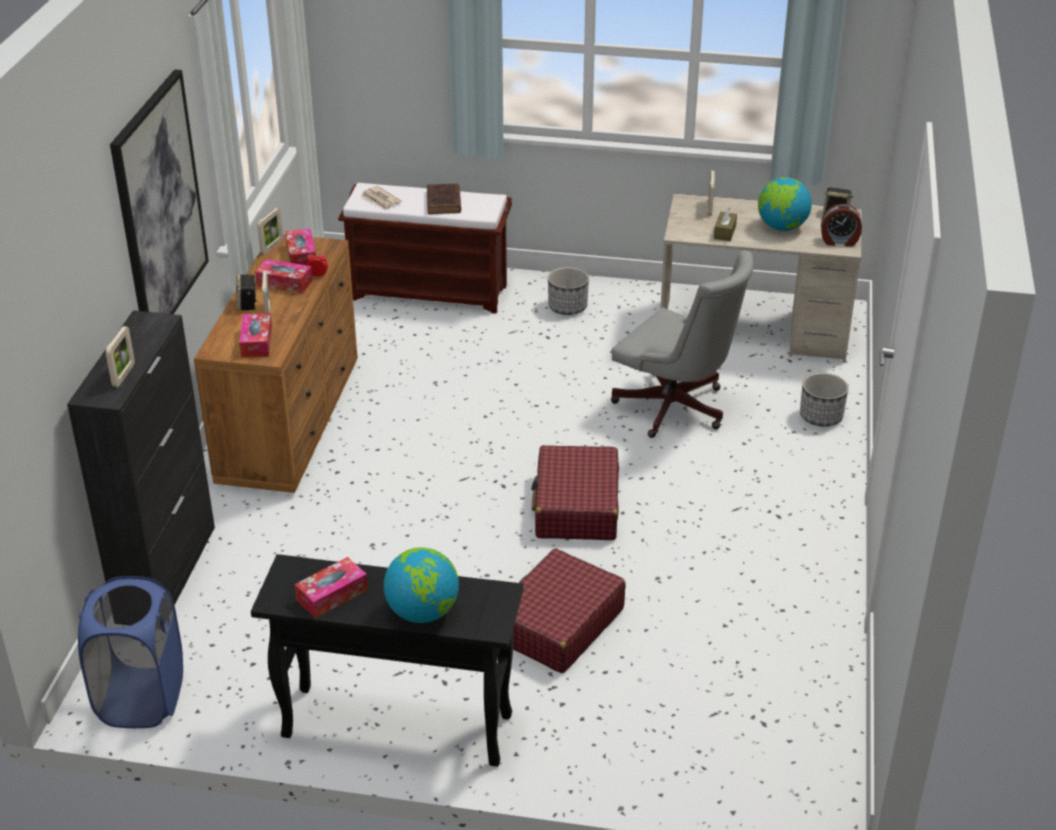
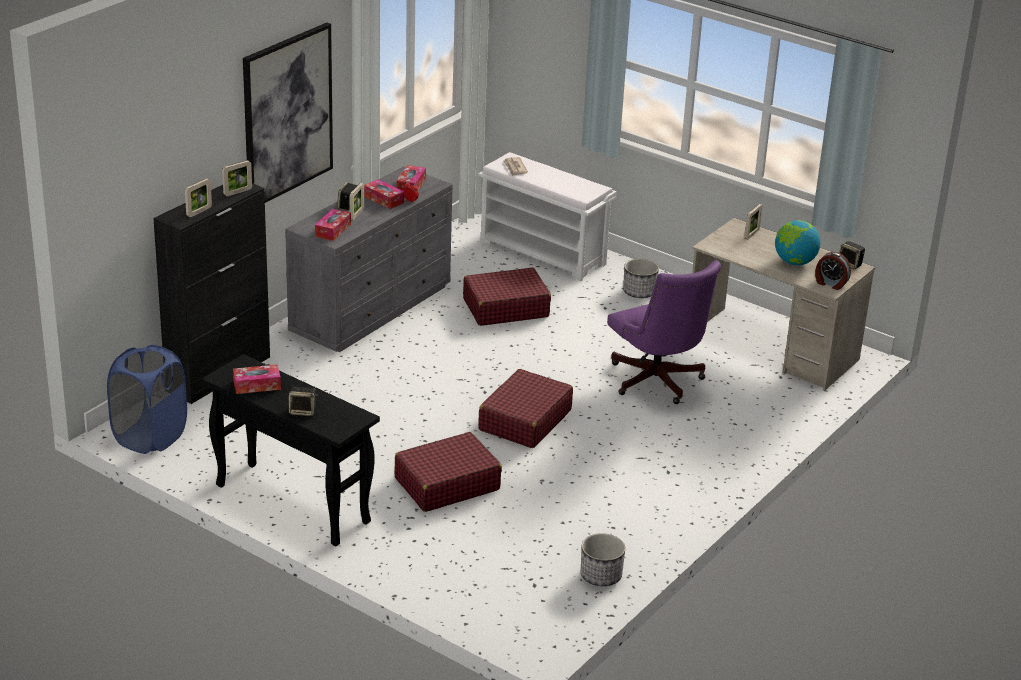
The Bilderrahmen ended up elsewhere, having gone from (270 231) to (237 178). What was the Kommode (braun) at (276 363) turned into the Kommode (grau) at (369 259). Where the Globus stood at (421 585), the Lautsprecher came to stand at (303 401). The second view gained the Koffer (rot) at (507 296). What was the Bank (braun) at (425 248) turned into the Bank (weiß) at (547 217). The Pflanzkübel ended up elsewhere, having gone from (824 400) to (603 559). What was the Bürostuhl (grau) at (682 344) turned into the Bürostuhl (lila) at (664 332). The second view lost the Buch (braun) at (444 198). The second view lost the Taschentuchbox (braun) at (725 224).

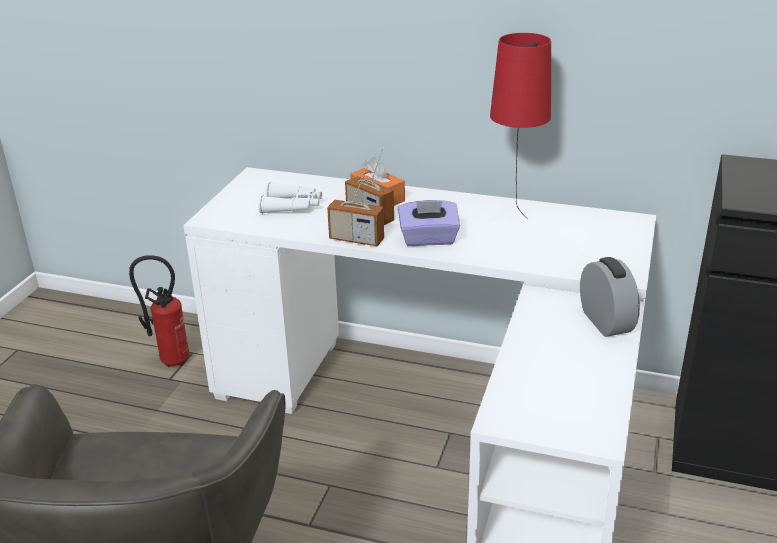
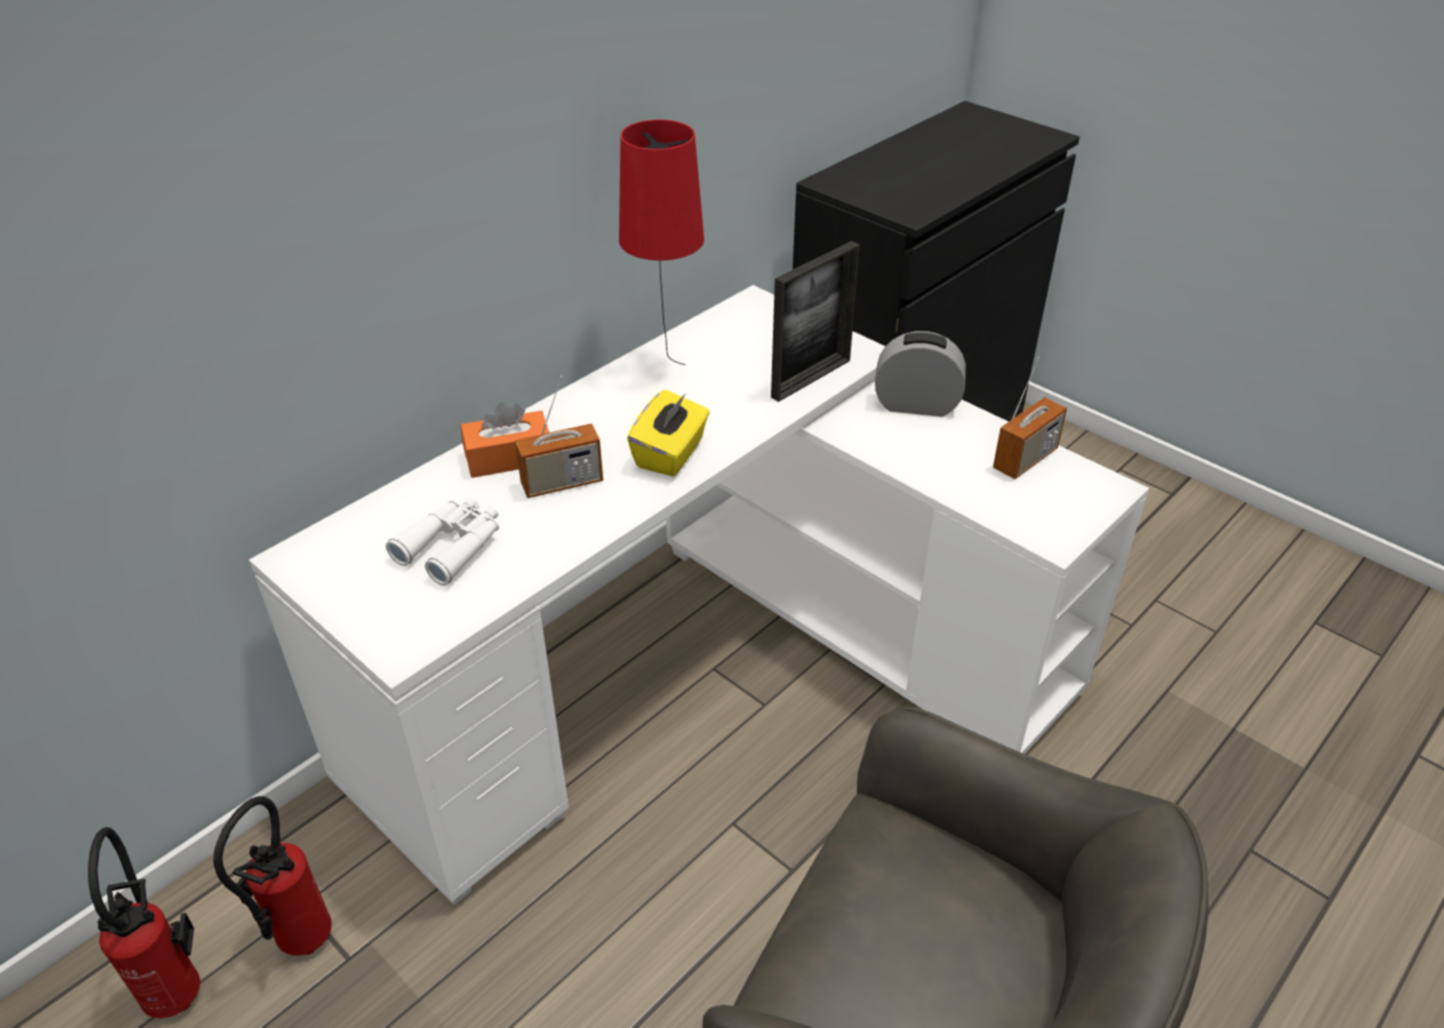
The second view gained the Feuerlöscher at (144 922). What was the Taschentuchbox (lila) at (429 223) turned into the Taschentuchbox (gelb) at (668 433). The second view gained the Bilderrahmen at (815 321). The Radio ended up elsewhere, having gone from (355 206) to (1030 417).

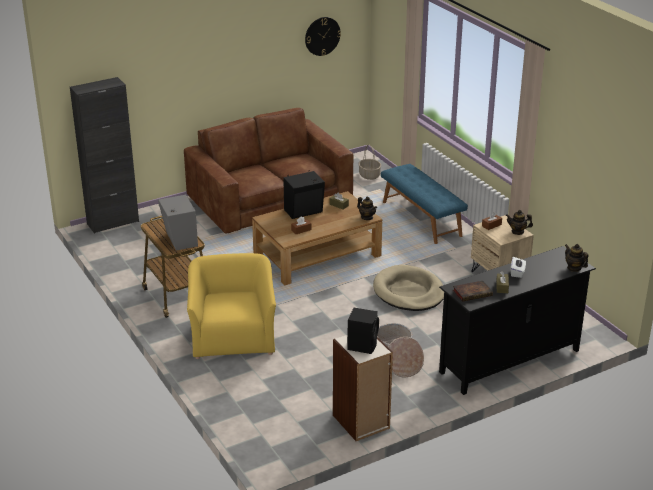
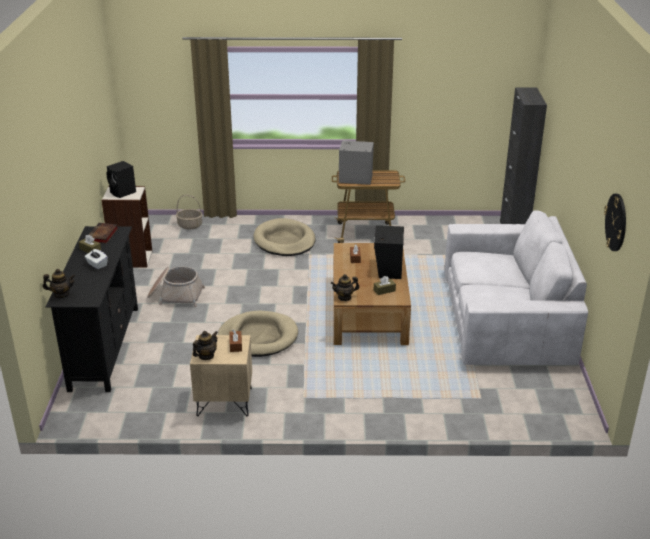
The Korb ended up elsewhere, having gone from (369 162) to (189 212). Where the Sessel (gelb) stood at (231 306), the Hundebett (beige) came to stand at (284 237). What was the Sofa (braun) at (268 171) turned into the Sofa (weiß) at (516 287). The second view lost the Bank (blau) at (424 204).

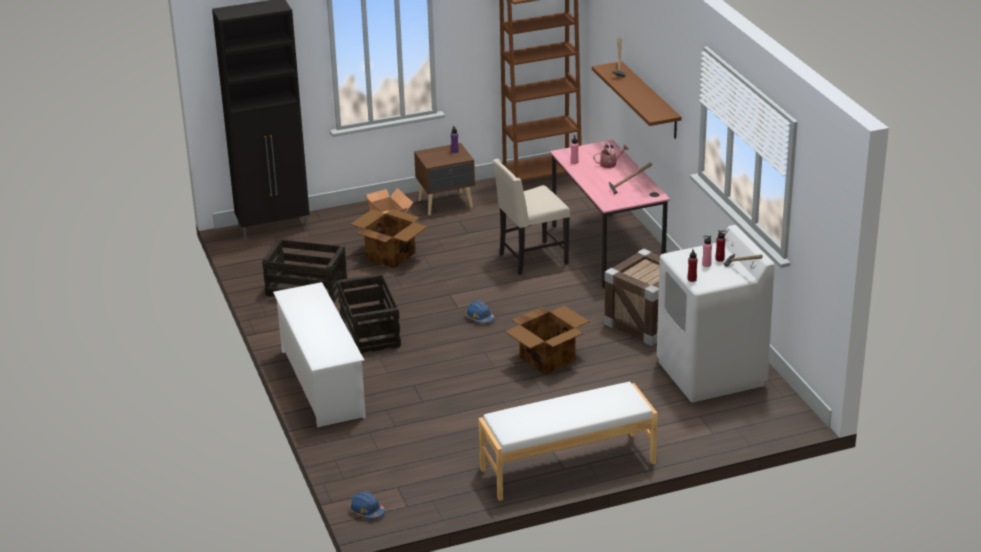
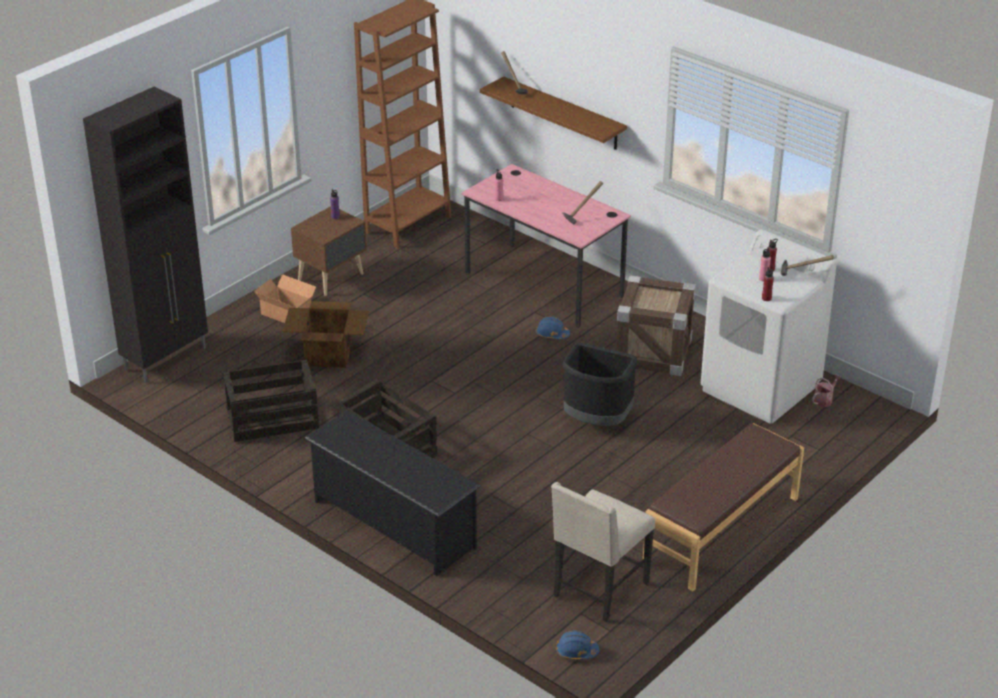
What was the Schuhregal (weiß) at (319 354) turned into the Schuhregal (schwarz) at (392 493). The Schutzhelm (blau) ended up elsewhere, having gone from (480 311) to (553 328). The Stuhl (beige) ended up elsewhere, having gone from (531 217) to (603 552). Where the Karton stood at (547 340), the Mülleimer (schwarz) came to stand at (600 384). What was the Bank (weiß) at (567 441) turned into the Bank (braun) at (723 507). The Gießkanne ended up elsewhere, having gone from (611 155) to (827 390).

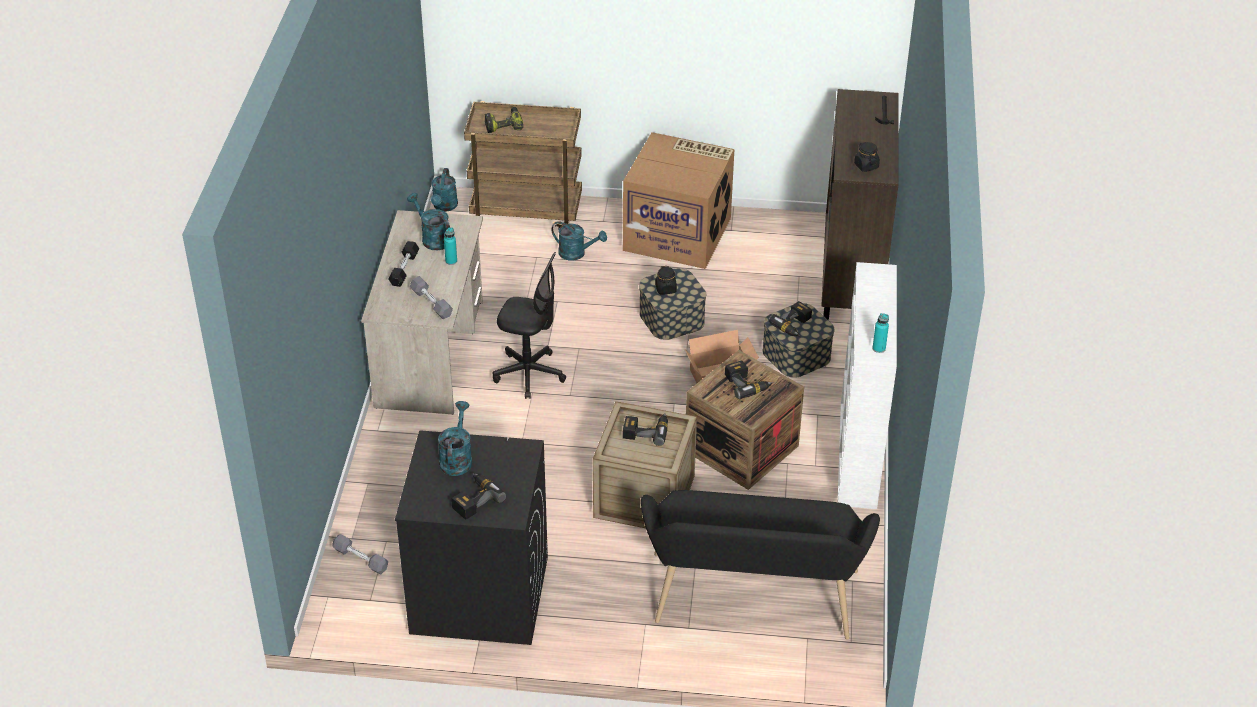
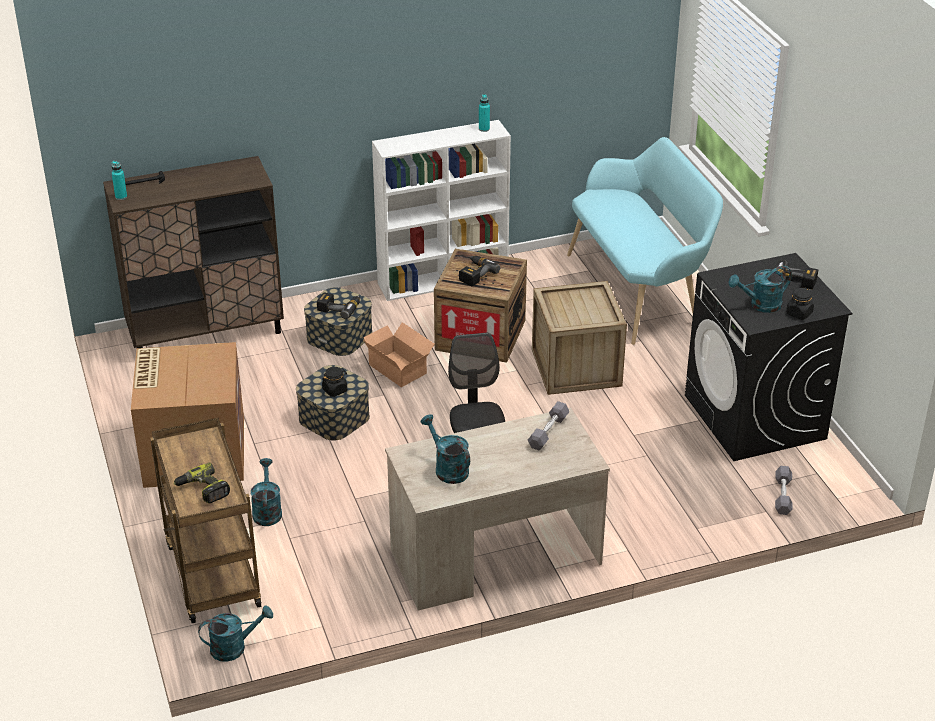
The Flasche (türkis) ended up elsewhere, having gone from (450 246) to (119 180). The Gießkanne (türkis) at (428 221) ended up facing another way, 120 degrees clockwise from before. What was the Bank (schwarz) at (760 565) turned into the Bank (türkis) at (645 241). The Vorratsglas (schwarz) ended up elsewhere, having gone from (867 157) to (800 303). The second view lost the Hantel (schwarz) at (403 264). The second view lost the Bohrmaschine at (645 429).

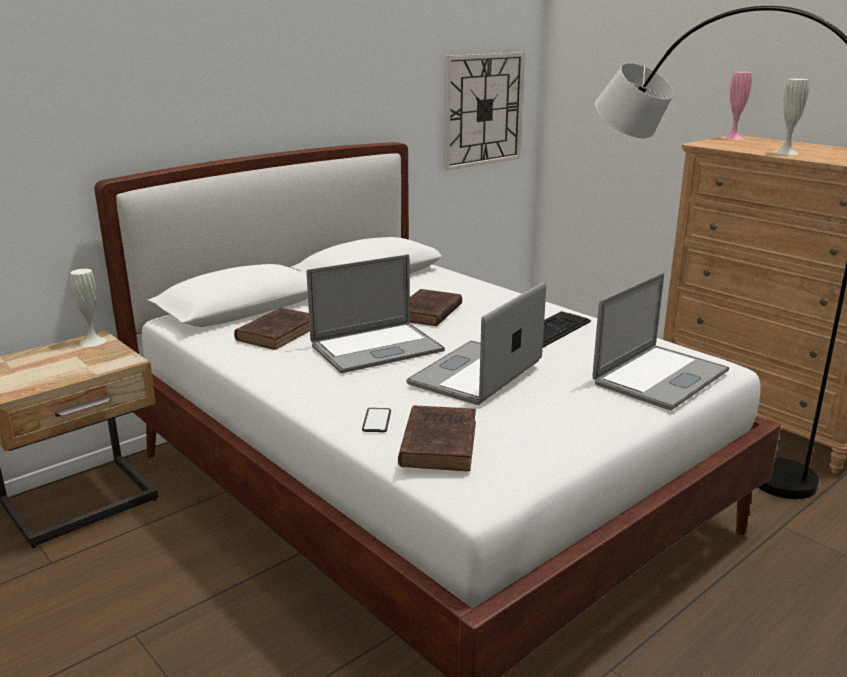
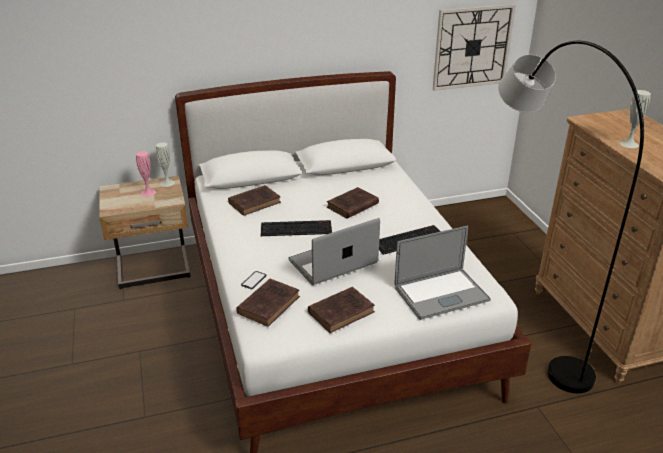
The Vase (rosa) ended up elsewhere, having gone from (737 106) to (146 174). Where the Laptop stood at (376 313), the Tastatur came to stand at (296 228). The second view gained the Buch (braun) at (341 310).

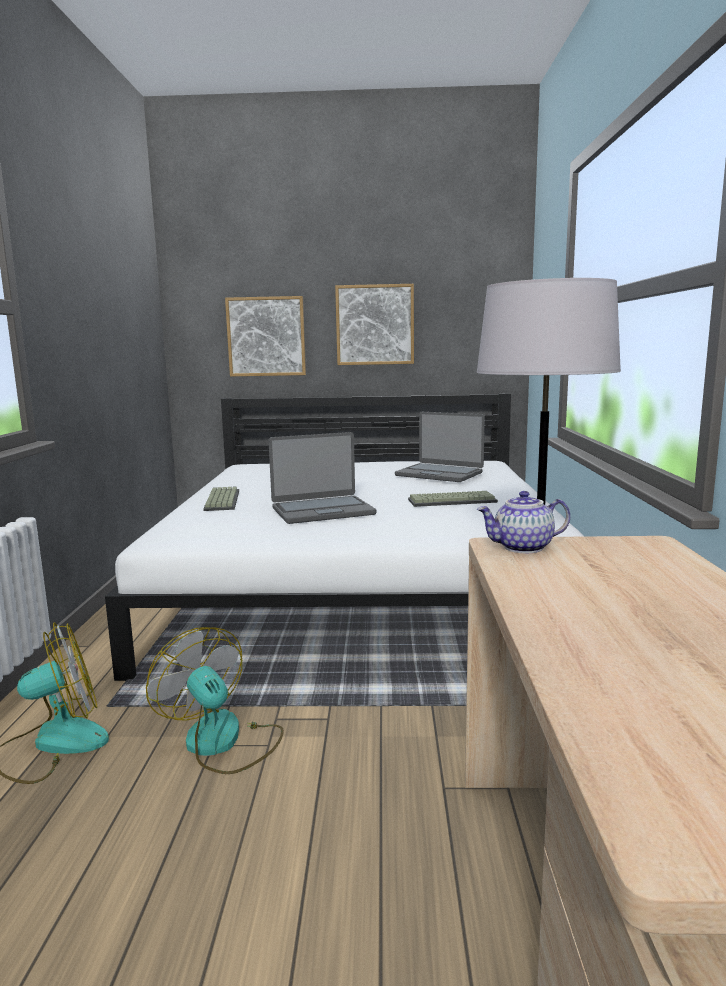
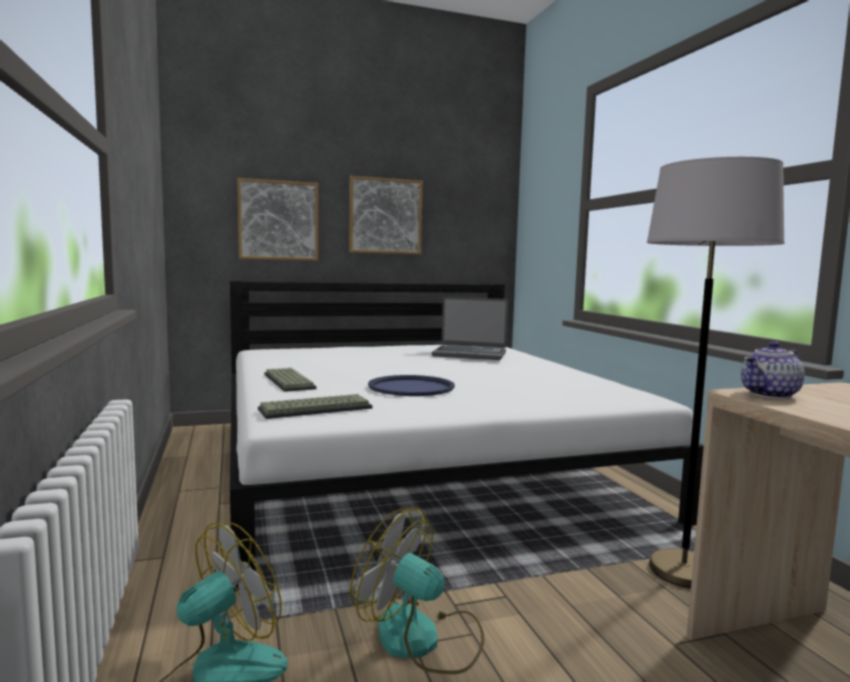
The Tastatur ended up elsewhere, having gone from (453 499) to (315 406). Where the Laptop stood at (322 478), the Tablett (blau) came to stand at (411 385).

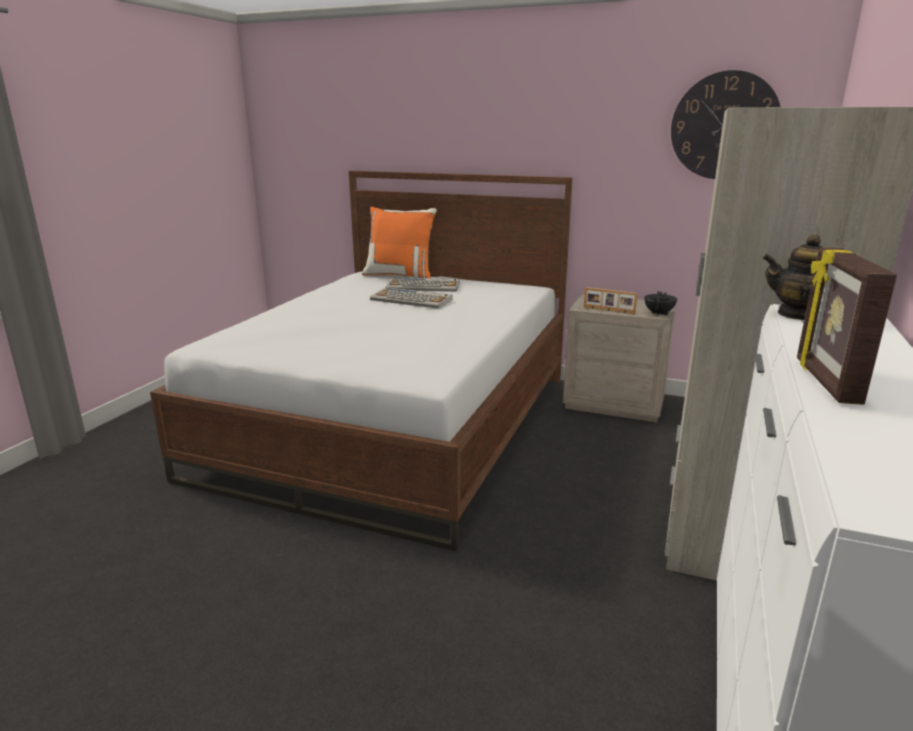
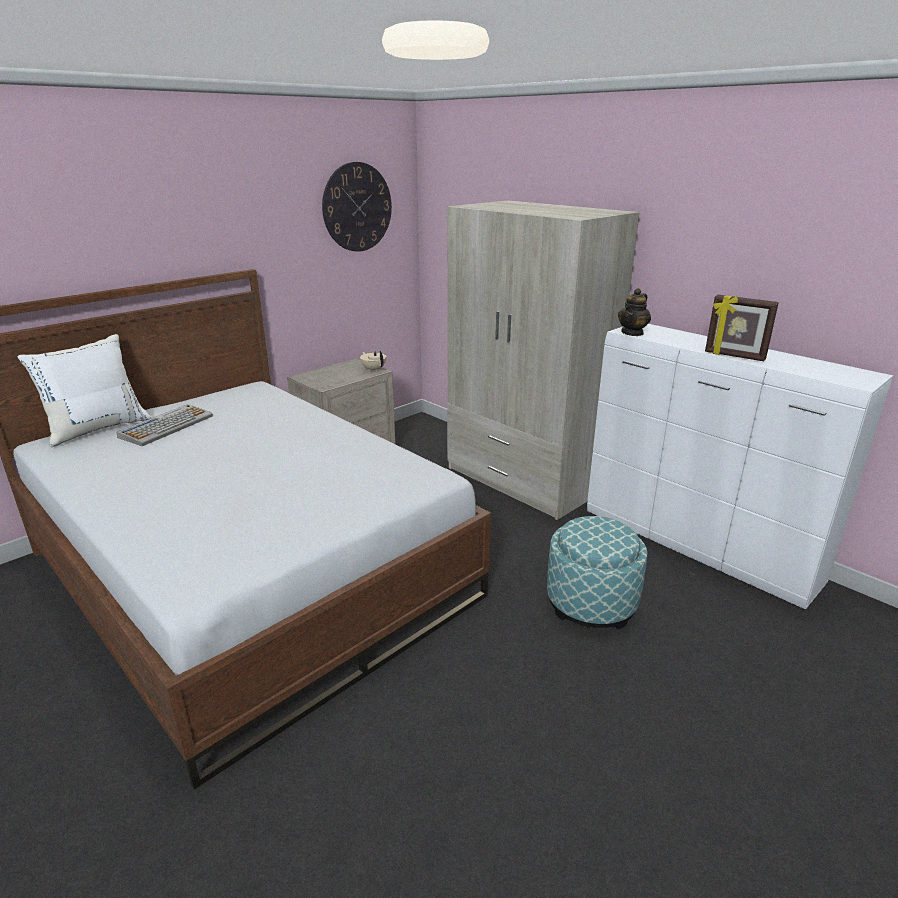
What was the Kissen (orange) at (399 242) turned into the Kissen (weiß) at (84 390). What was the Teekanne (schwarz) at (660 303) turned into the Teekanne (beige) at (373 361). The second view gained the Polsterhocker at (597 572). The second view lost the Tastatur at (411 298). The second view lost the Bilderrahmen at (611 300).

